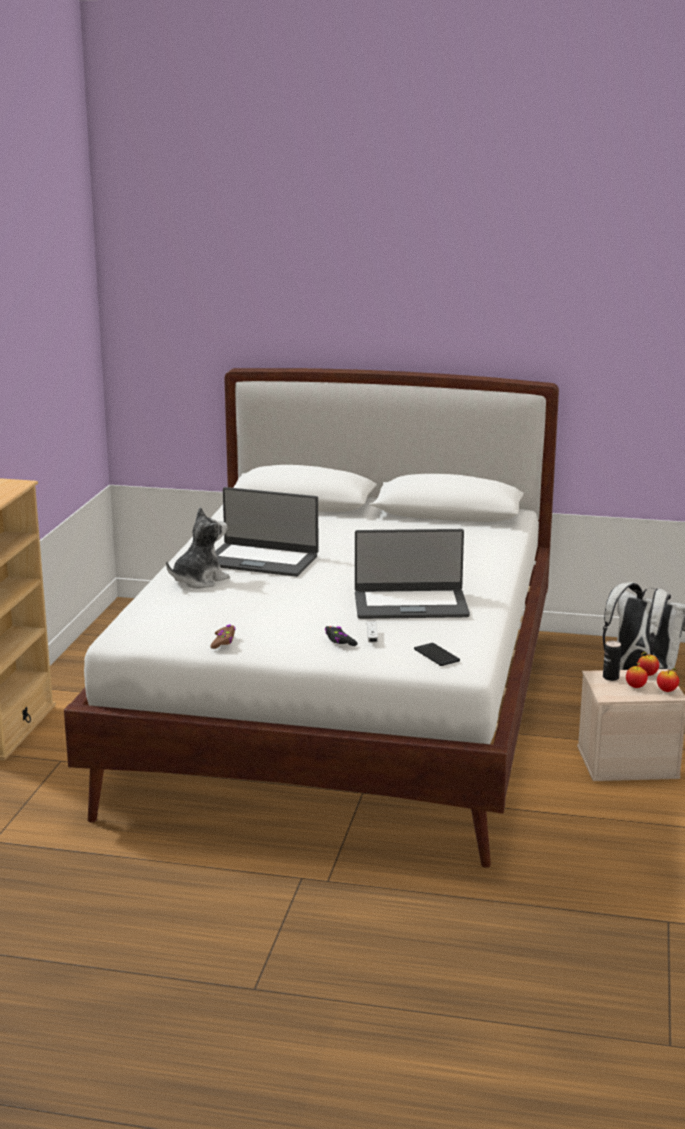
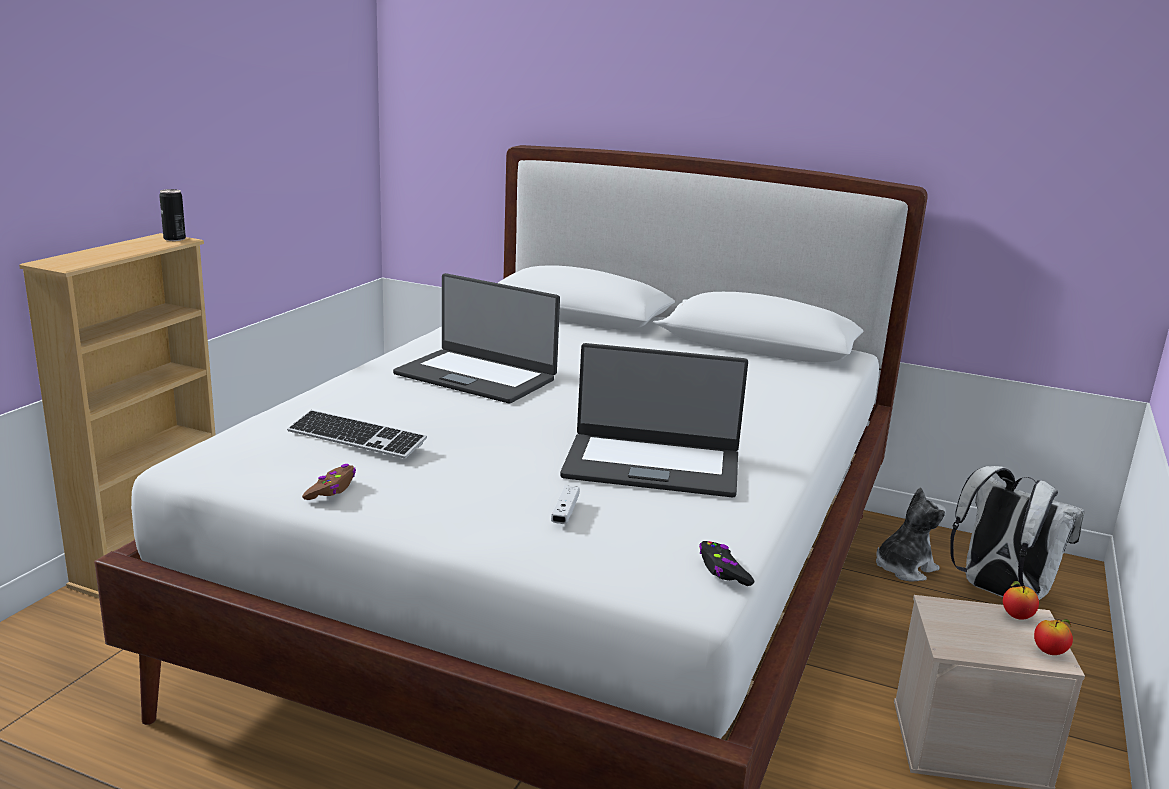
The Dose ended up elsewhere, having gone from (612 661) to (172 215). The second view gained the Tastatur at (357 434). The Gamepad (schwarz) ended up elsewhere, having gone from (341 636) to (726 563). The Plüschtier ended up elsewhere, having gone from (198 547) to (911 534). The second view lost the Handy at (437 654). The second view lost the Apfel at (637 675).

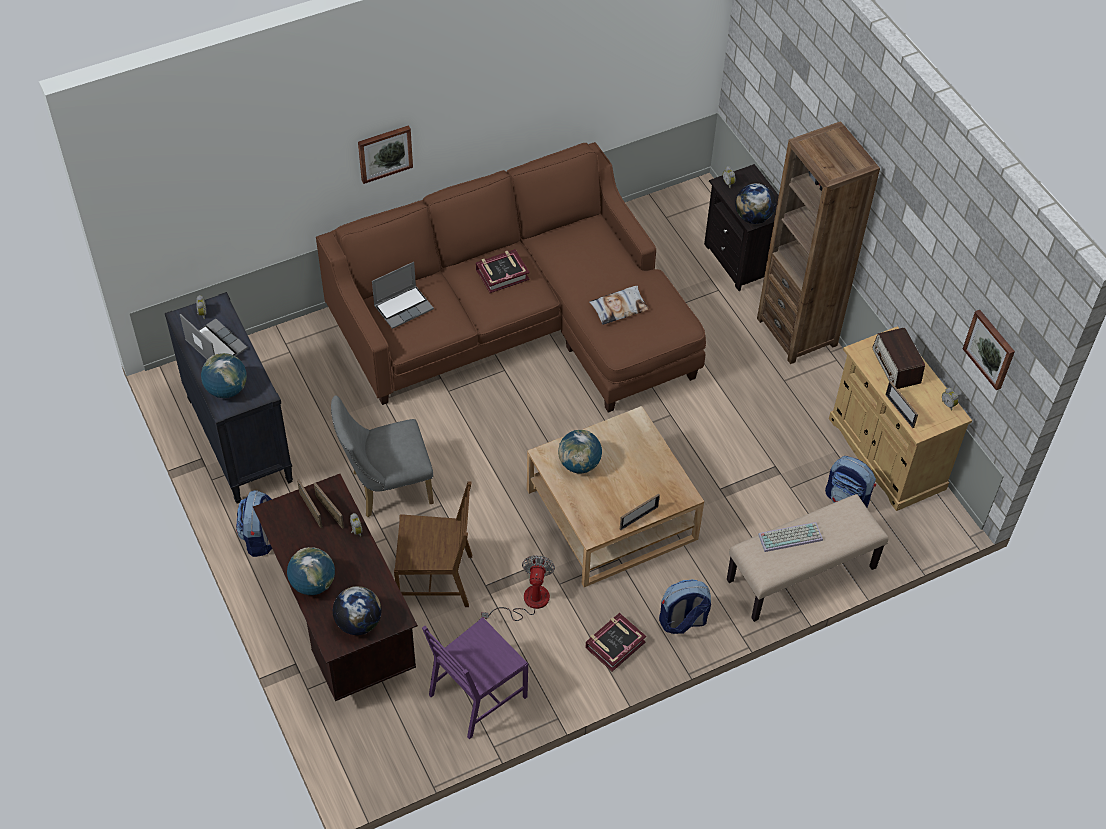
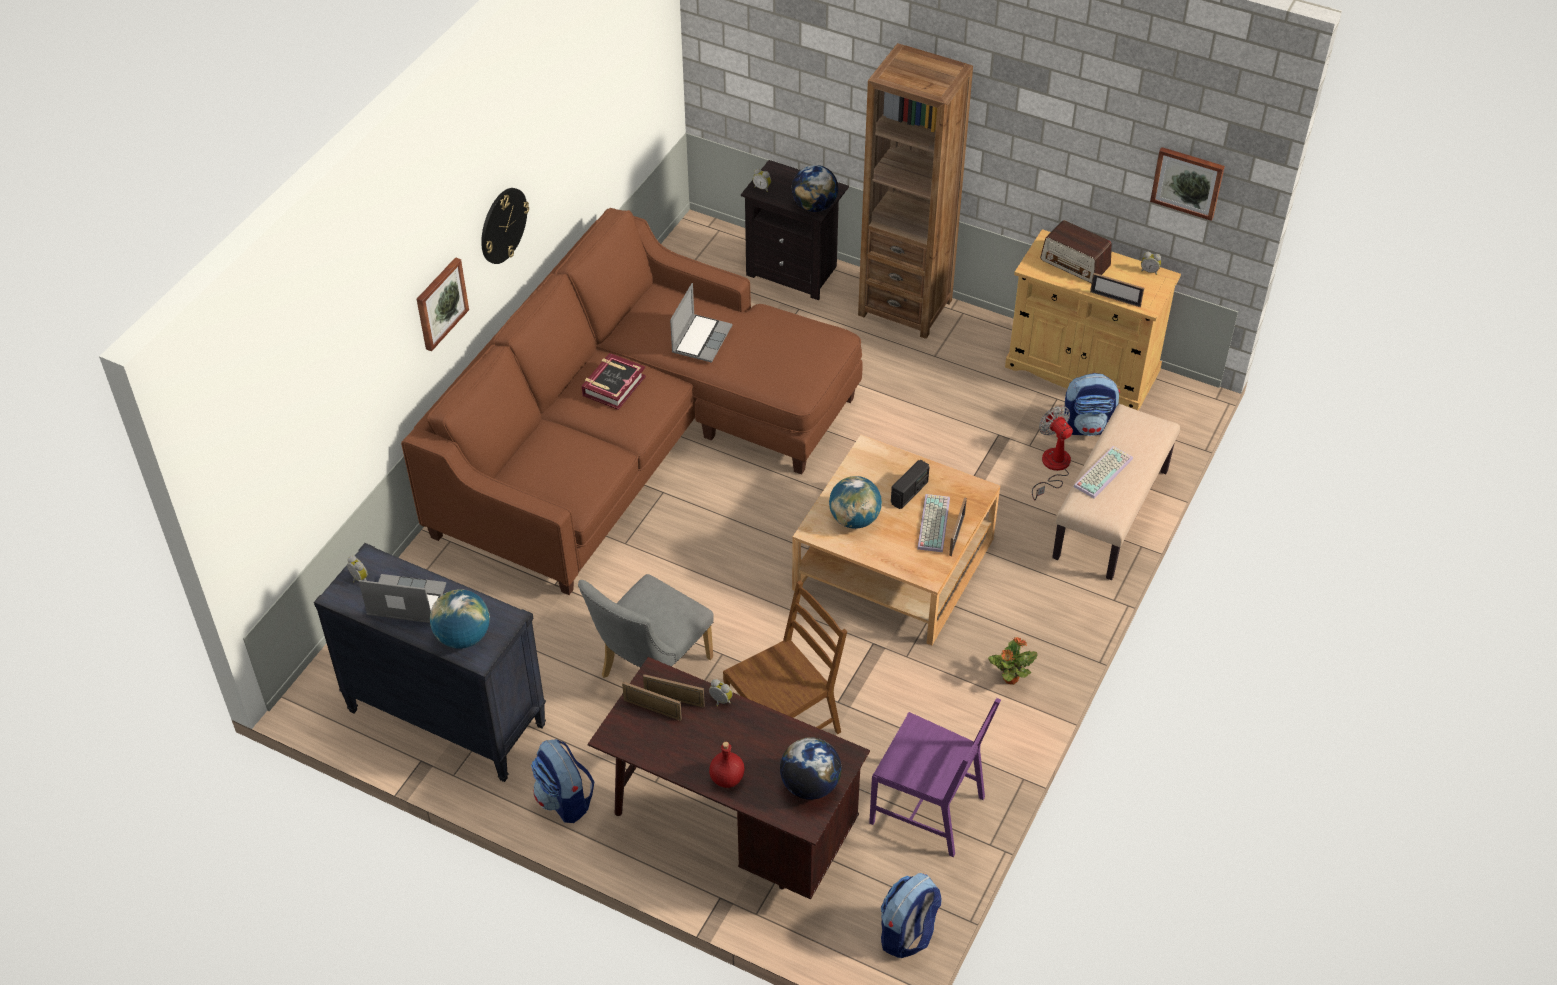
The second view gained the Wanduhr at (505 226). The Laptop ended up elsewhere, having gone from (403 295) to (701 323). Where the Globus stood at (311 571), the Flasche (rot) came to stand at (727 765). The Stuhl (lila) at (475 678) ended up facing another way, 75 degrees counterclockwise from before. The Rucksack ended up elsewhere, having gone from (685 606) to (911 915). The second view gained the Radio at (910 484). The second view gained the Tastatur at (933 523). Where the Buch stood at (615 642), the Topfpflanze came to stand at (1012 661). The Ventilator ended up elsewhere, having gone from (518 588) to (1052 453). The second view lost the Kissen at (619 305).

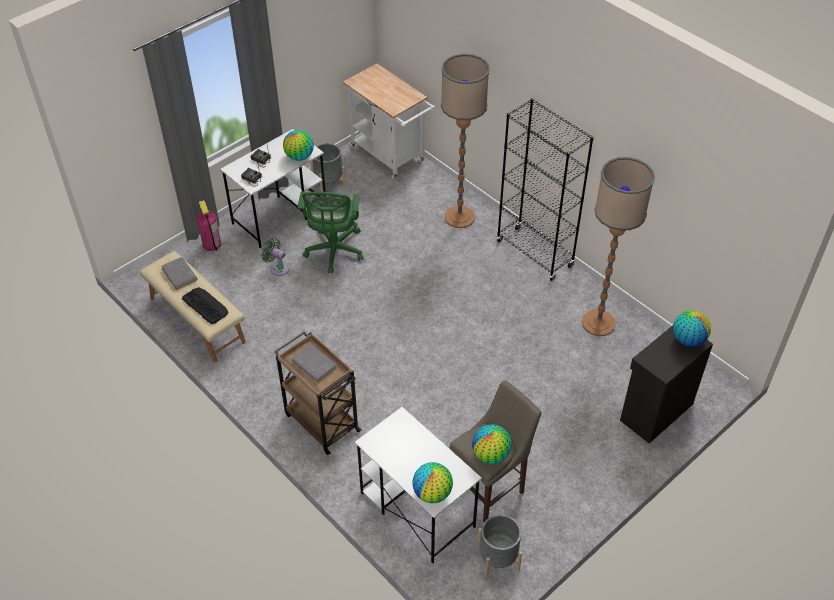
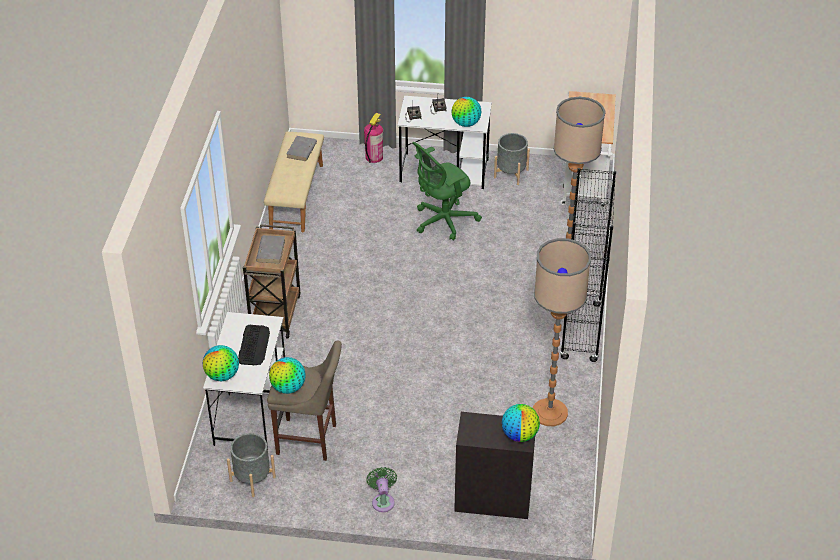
The Tastatur ended up elsewhere, having gone from (205 305) to (254 345). The Ventilator (grün) ended up elsewhere, having gone from (275 257) to (381 489).

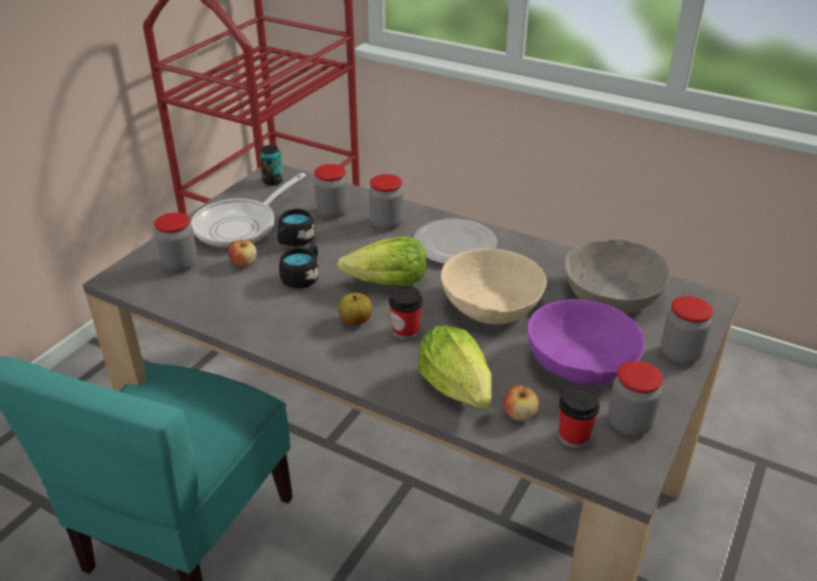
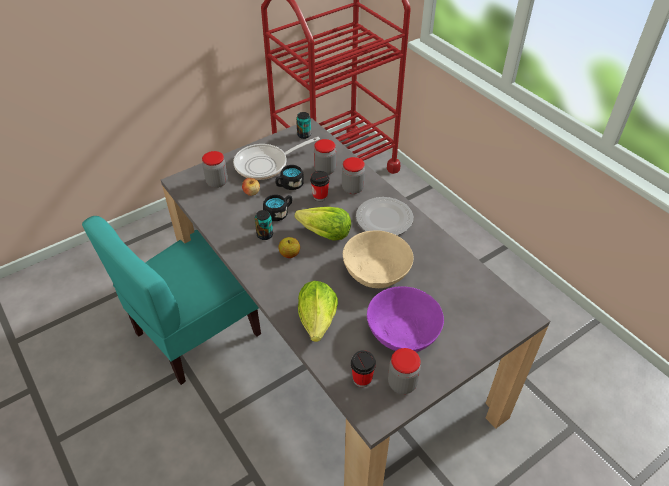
The second view gained the Dose at (264 225). The Tasse ended up elsewhere, having gone from (406 313) to (320 186). The second view lost the Apfel at (521 403). The second view lost the Schüssel (grau) at (617 276). The second view lost the Vorratsglas at (687 330).

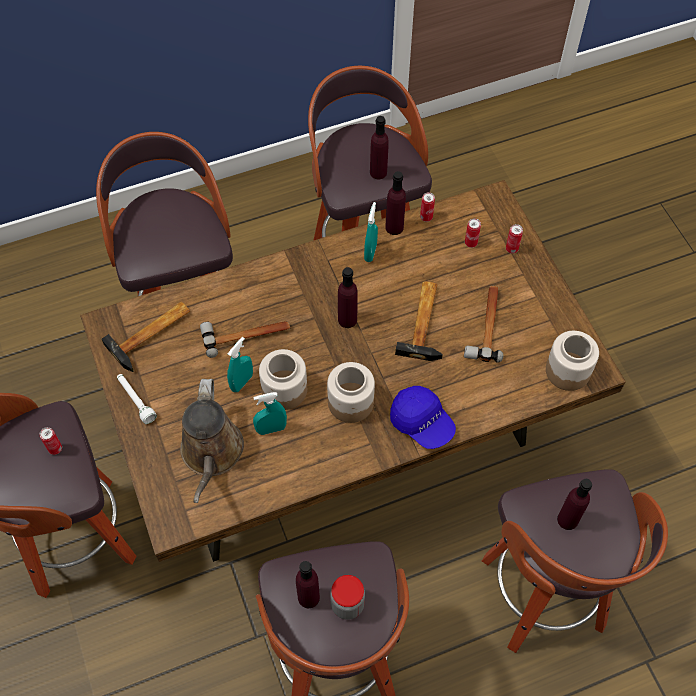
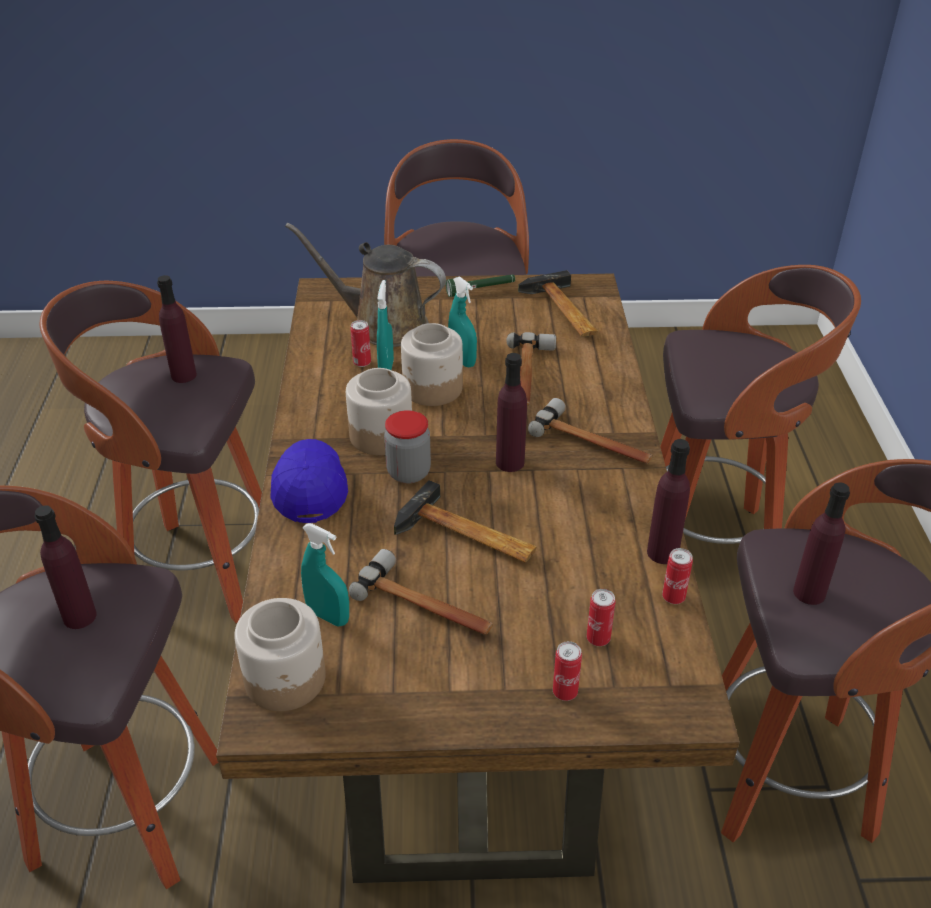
The Kappe (blau) at (423 417) ended up facing another way, 105 degrees clockwise from before. The Sprühflasche (türkis) ended up elsewhere, having gone from (371 232) to (325 575). The Dose ended up elsewhere, having gone from (51 441) to (360 343). The Vorratsglas ended up elsewhere, having gone from (347 597) to (407 447). What was the Taschenlampe (weiß) at (137 399) turned into the Taschenlampe (grün) at (480 286). The second view gained the Hammer at (590 431).

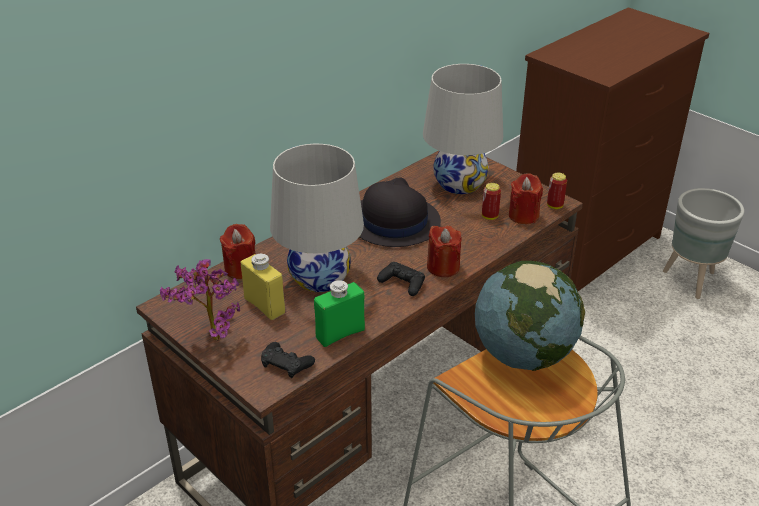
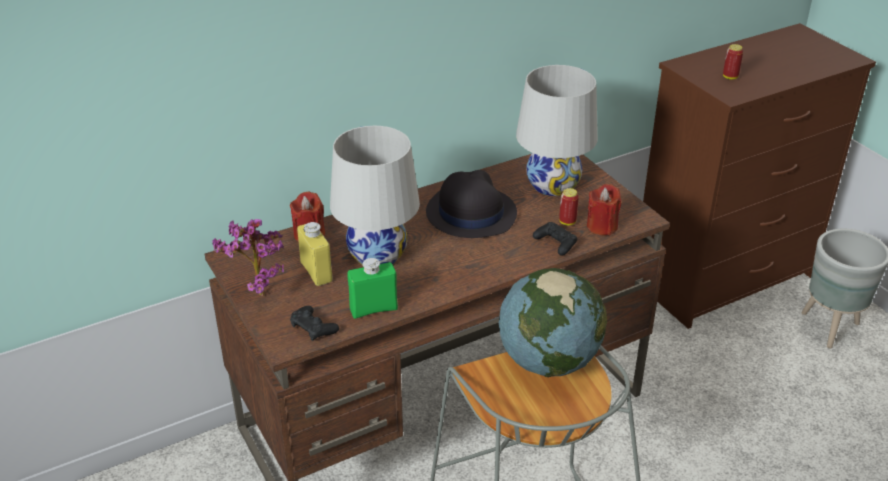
The Gamepad (schwarz) ended up elsewhere, having gone from (401 279) to (555 239). The Dose ended up elsewhere, having gone from (557 191) to (733 62). The second view lost the Kerze (rot) at (444 251).

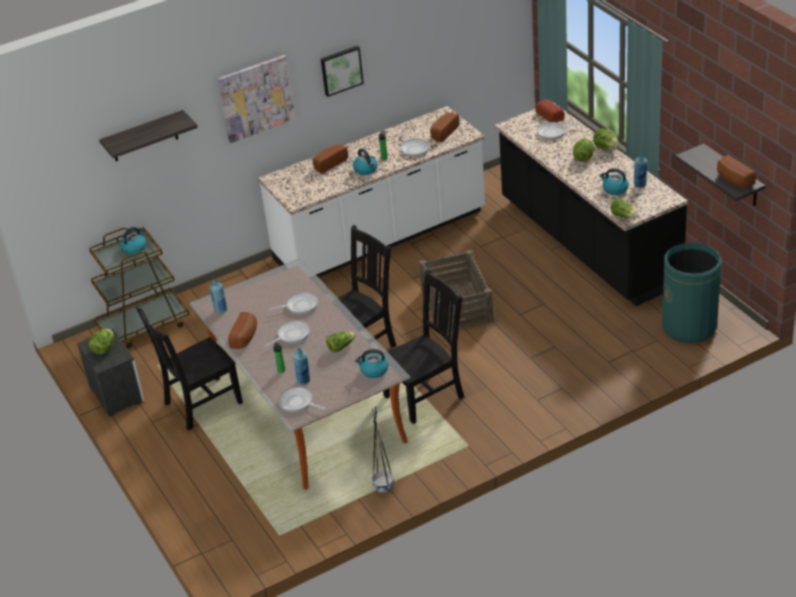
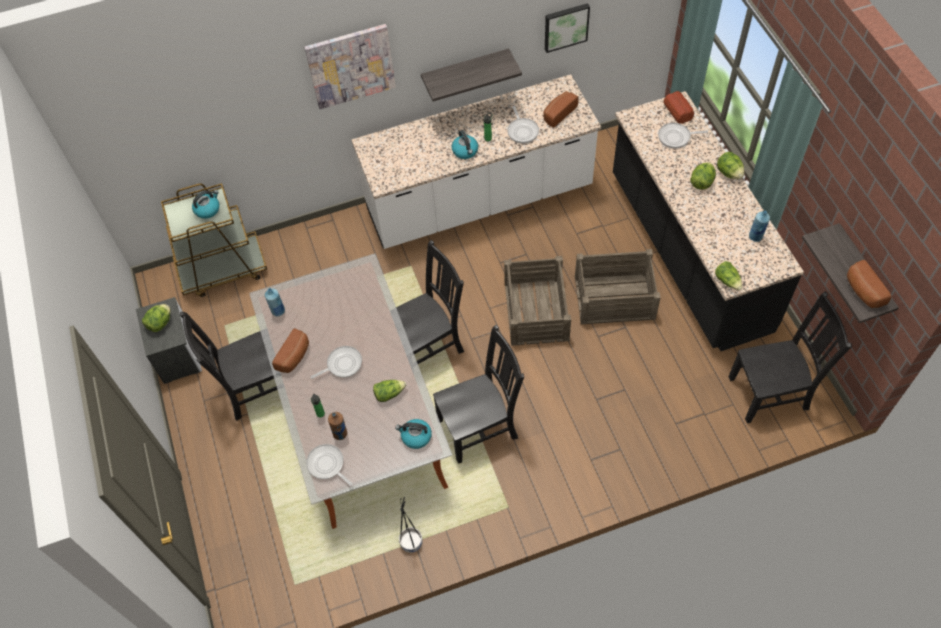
What was the Flasche (blau) at (301 366) turned into the Flasche (braun) at (337 426). The Wandregal ended up elsewhere, having gone from (148 135) to (471 74). The Bild ended up elsewhere, having gone from (342 71) to (567 28). The second view gained the Kiste at (618 286). Where the Mülleimer (grün) stood at (691 292), the Stuhl (schwarz) came to stand at (790 357). The second view lost the Pfanne at (293 303). The second view lost the Brot at (330 159). The second view lost the Wasserkessel at (614 181).

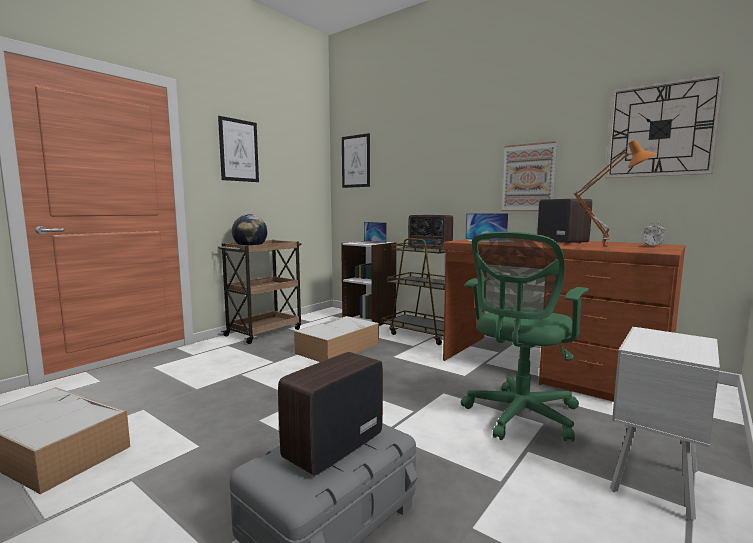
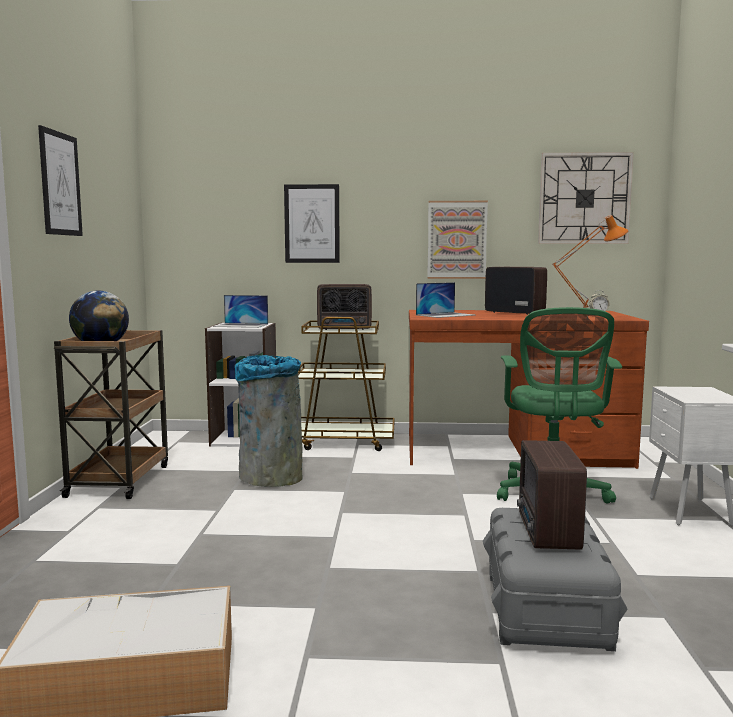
Where the Aufbewahrungsbox stood at (336 339), the Mülleimer (grau) came to stand at (269 421). The Bild ended up elsewhere, having gone from (356 160) to (312 223).

